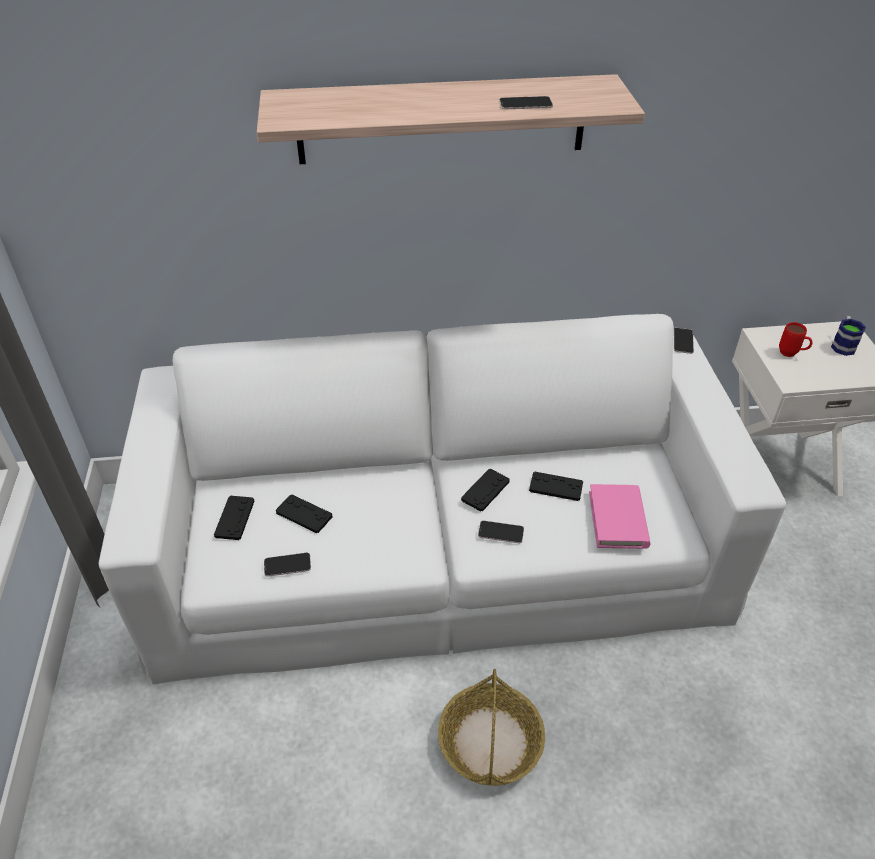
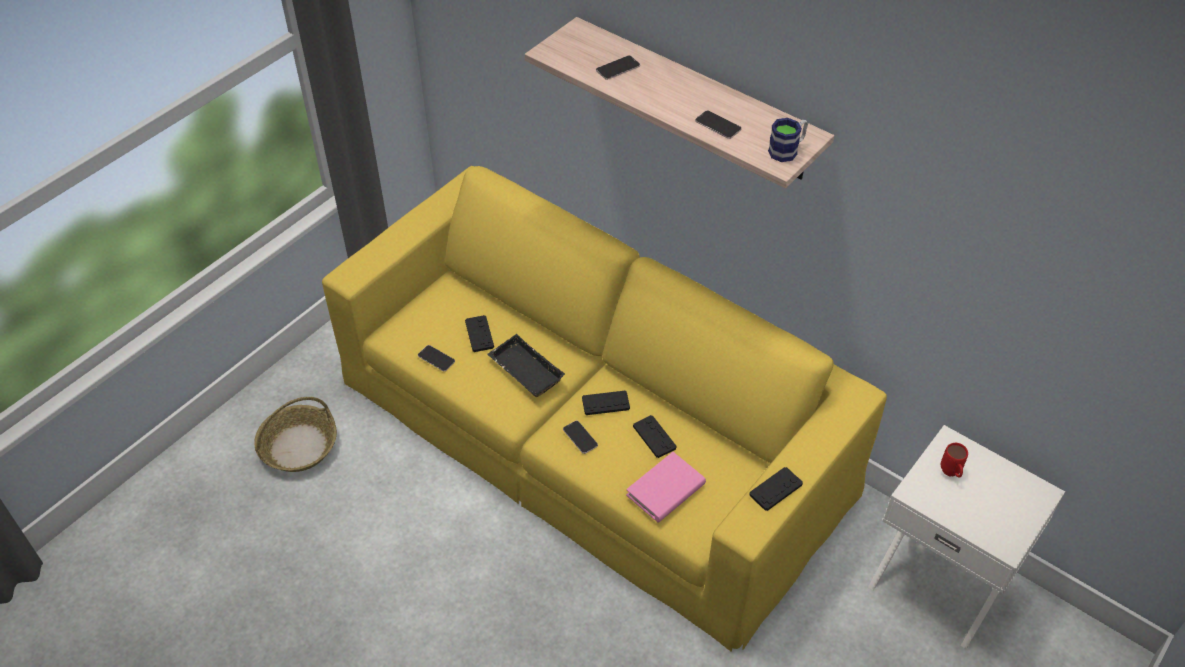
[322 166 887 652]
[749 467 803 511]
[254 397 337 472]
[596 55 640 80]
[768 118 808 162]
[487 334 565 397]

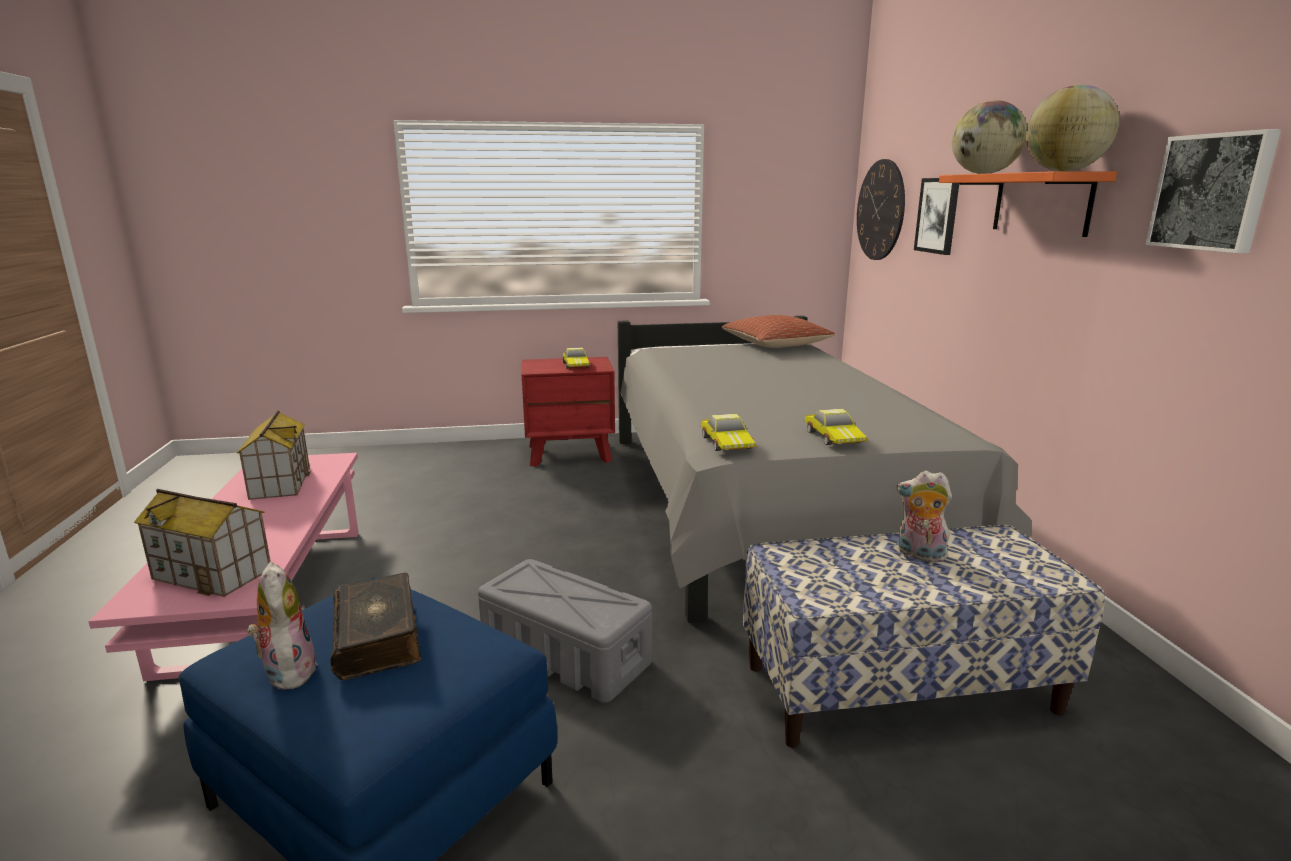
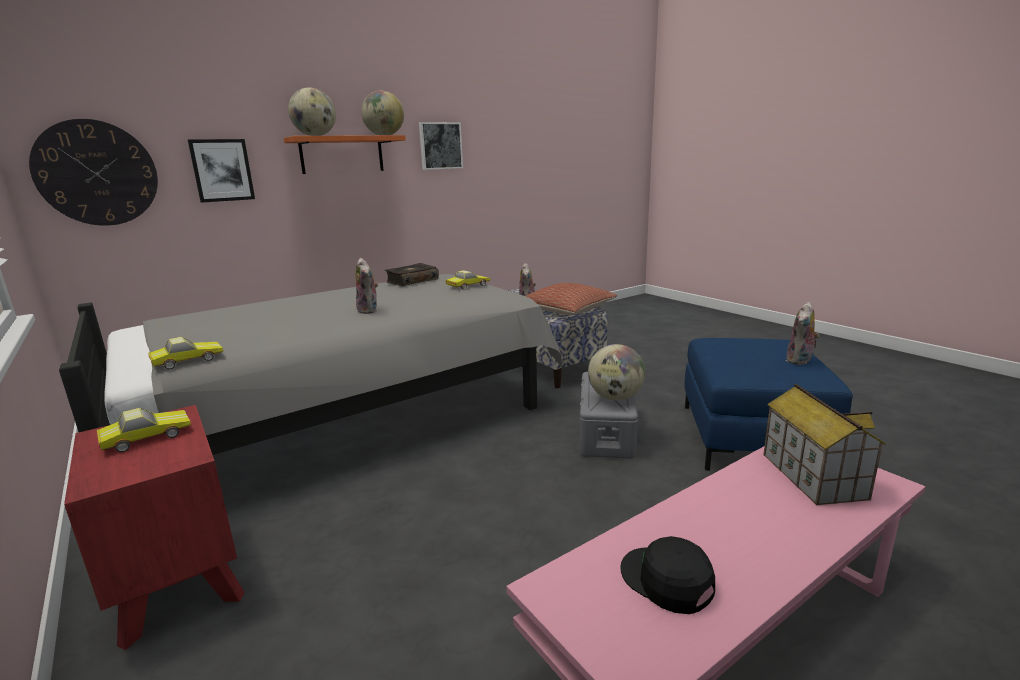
[620 536 715 614]
[385 263 439 286]
[148 337 223 369]
[526 283 617 315]
[356 258 378 314]
[588 344 645 401]

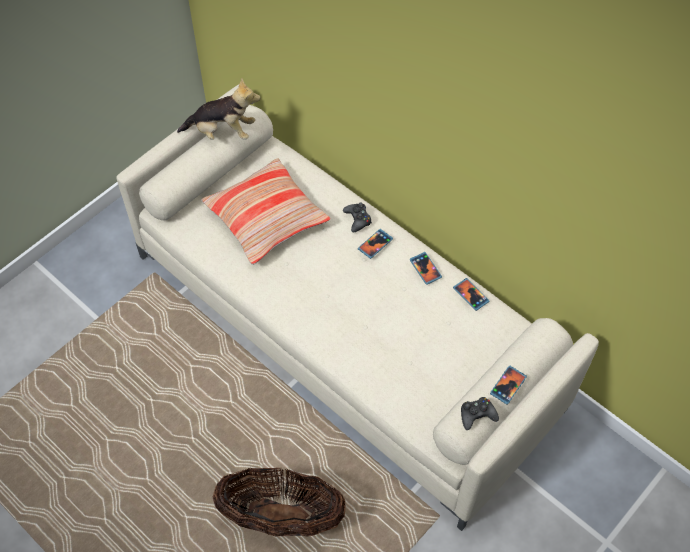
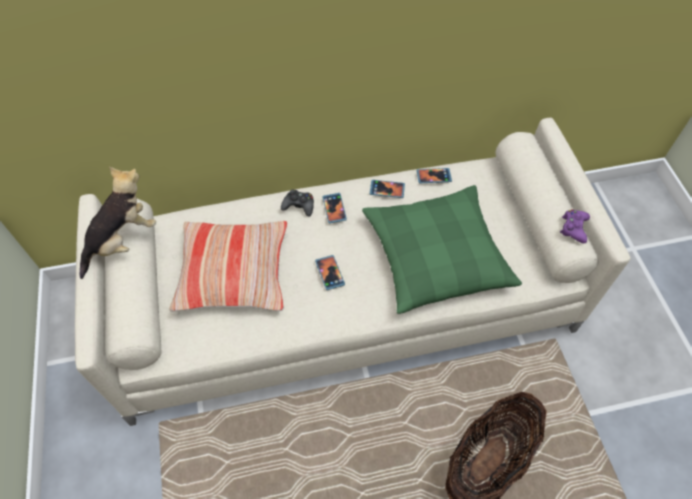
[560 209 590 243]
[315 255 345 290]
[362 185 522 314]

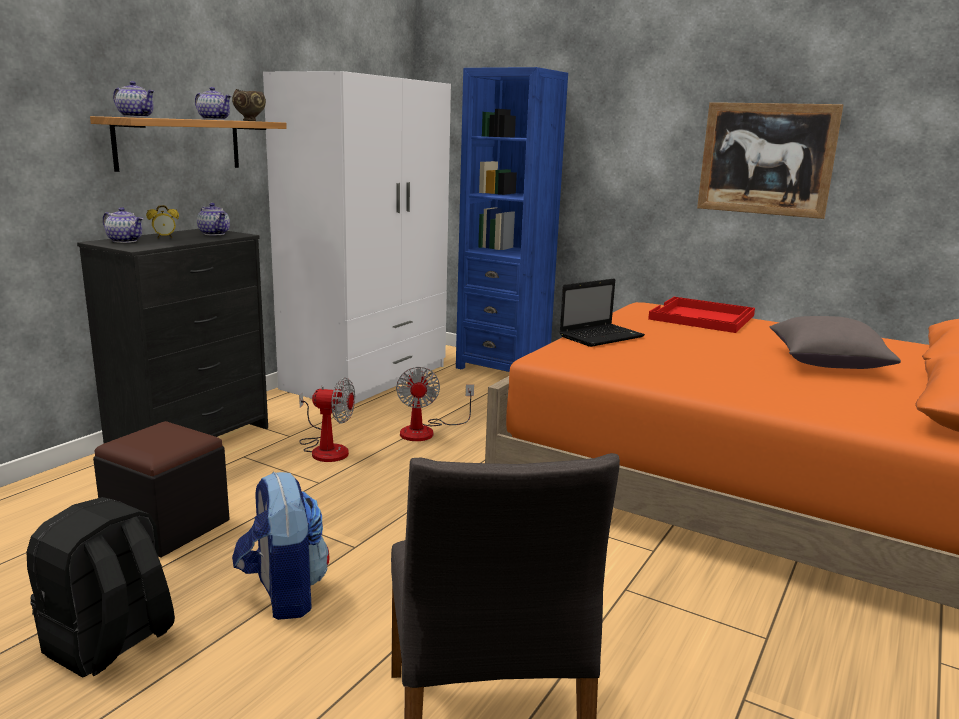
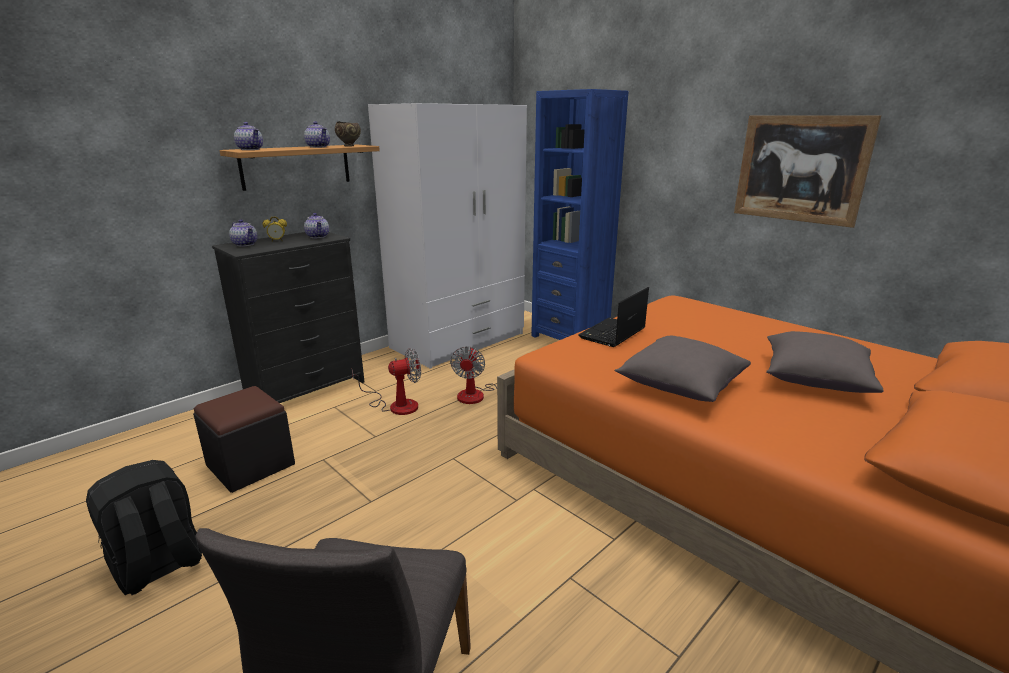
[232 472 329 620] (first image)
[352 348 421 415]
[578 287 649 347]
[648 297 755 333] (first image)
[615 336 751 402]

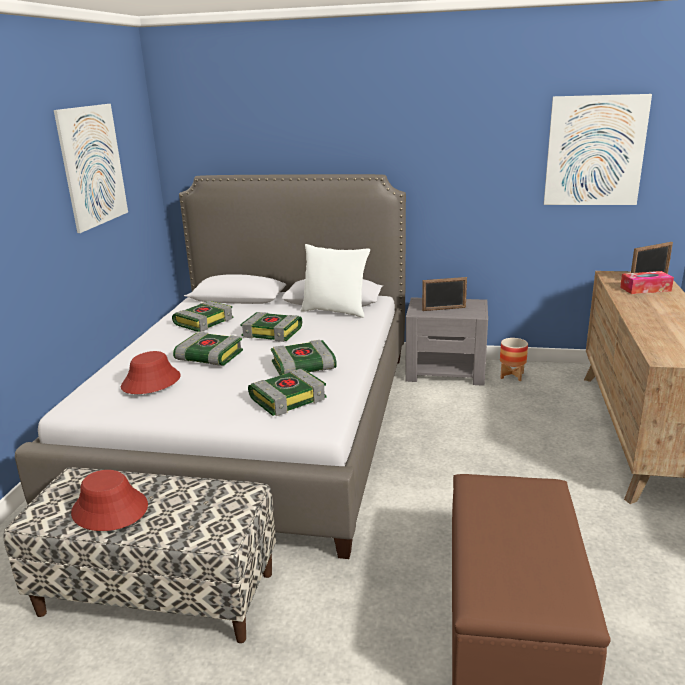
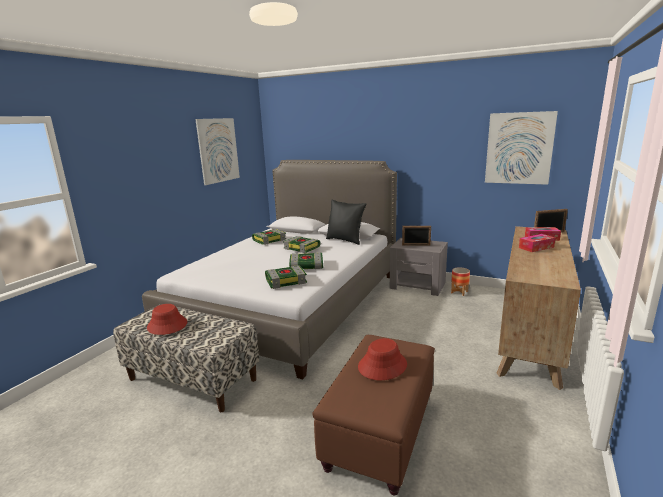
[358 338 407 380]
[173 332 243 366] (first image)
[326 200 366 245]
[519 234 555 252]

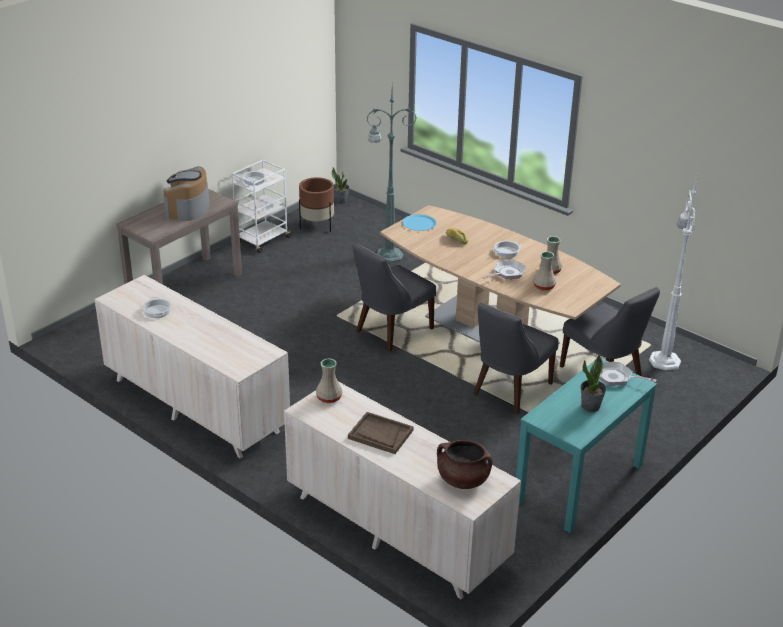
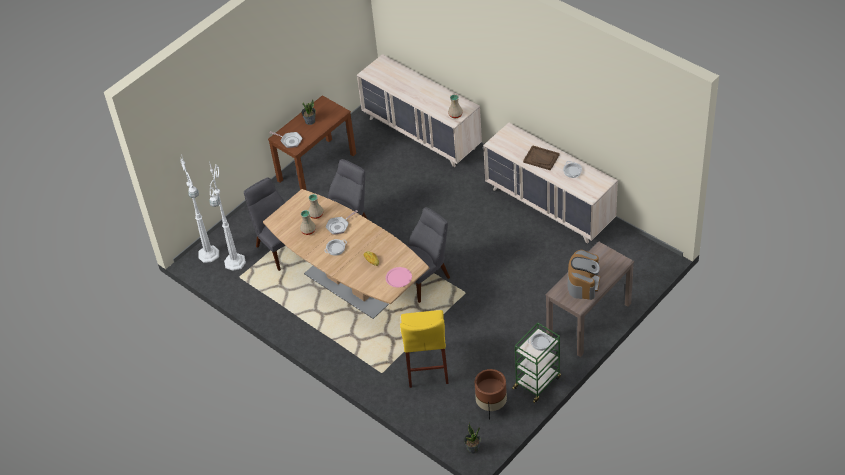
[512 323 561 403]
[523 145 560 171]
[400 310 449 388]
[386 267 412 287]
[437 440 492 489] (first image)
[268 95 356 190]
[180 154 219 263]

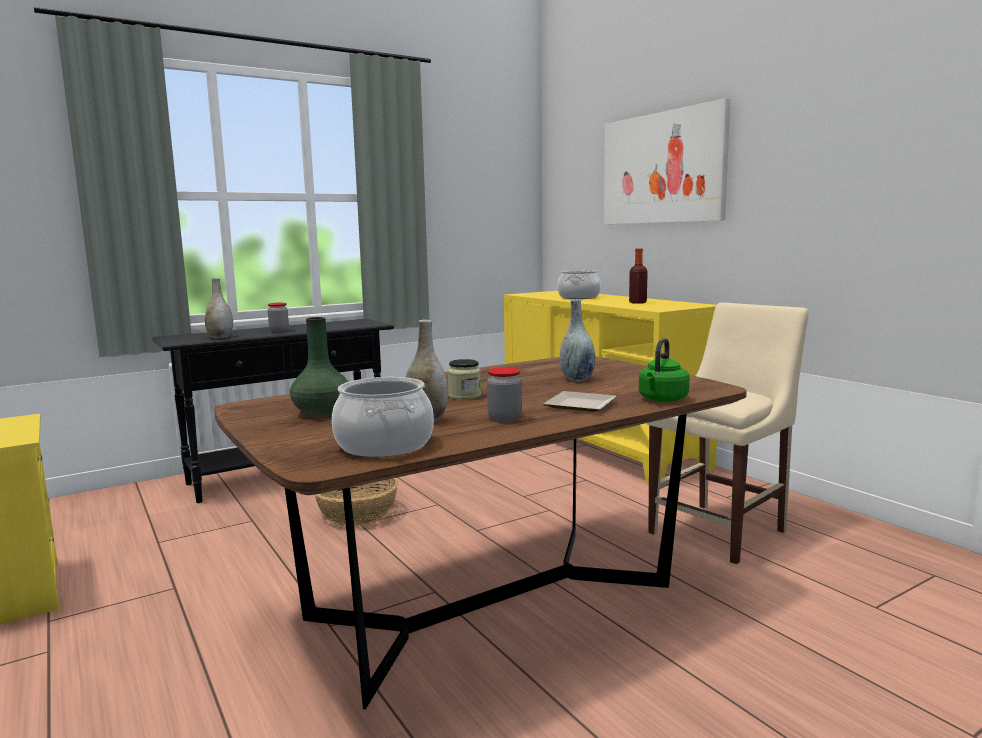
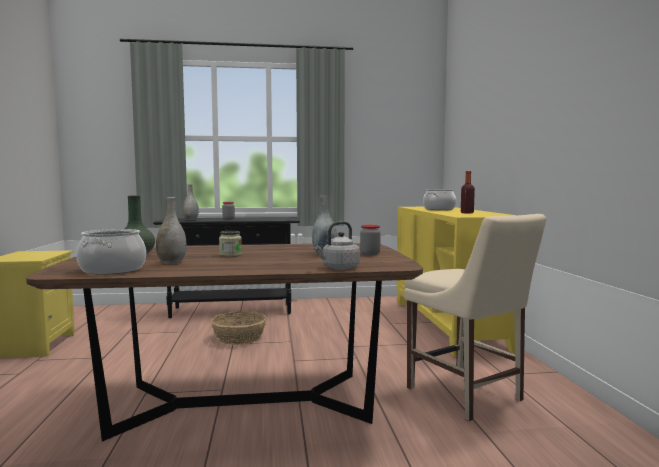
[360 225 381 255]
[543 391 617 412] (first image)
[604 98 731 224] (first image)
[314 221 360 270]
[404 214 546 421]

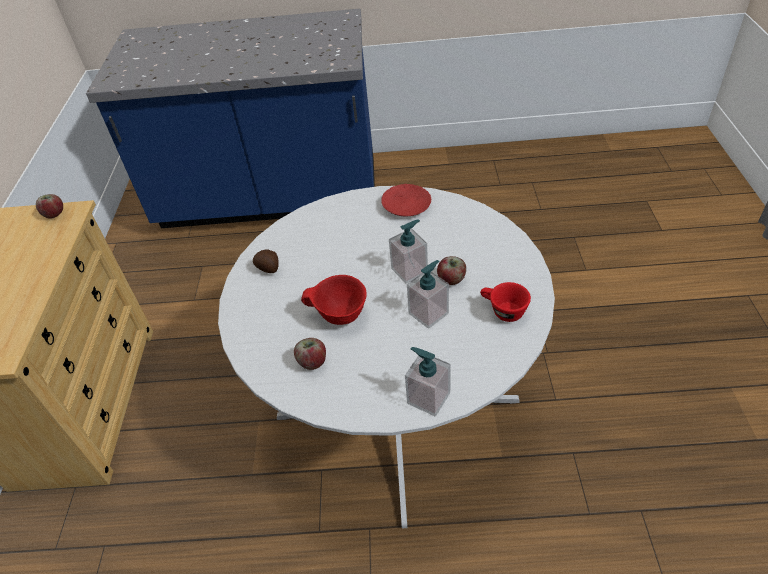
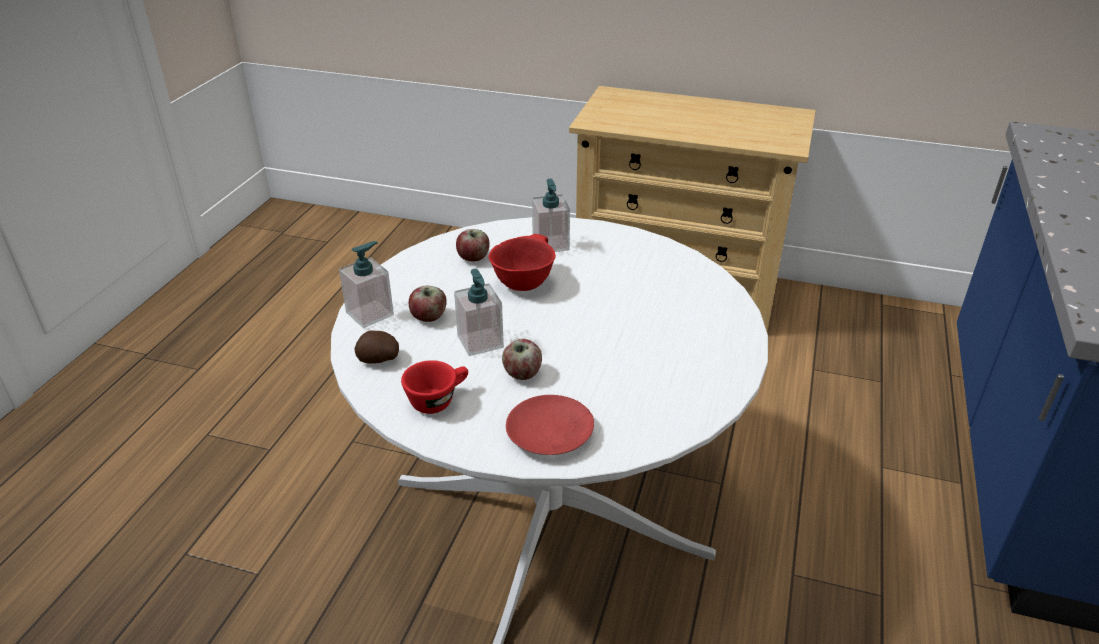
[409 286 447 322]
[354 330 399 363]
[506 395 594 455]
[532 179 570 252]

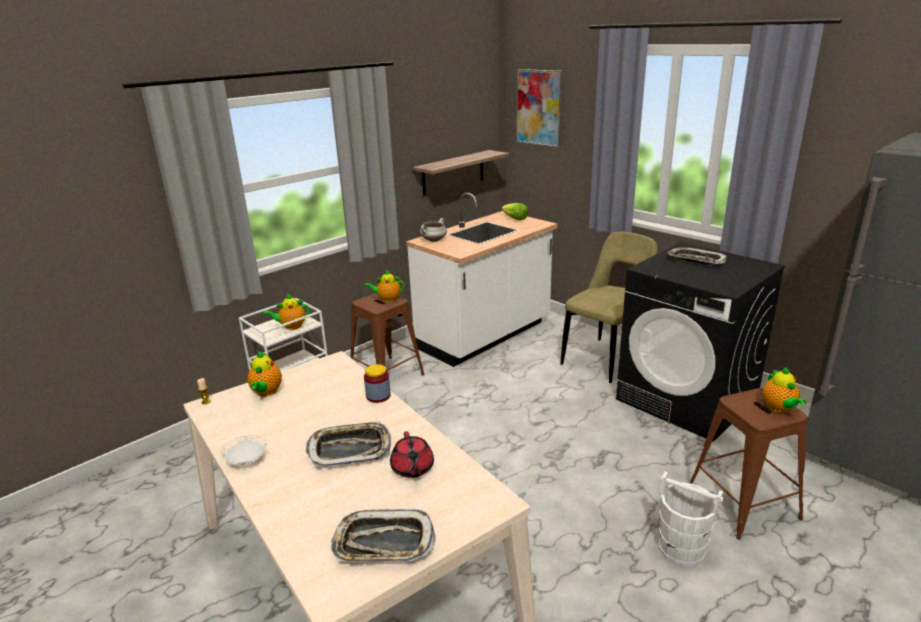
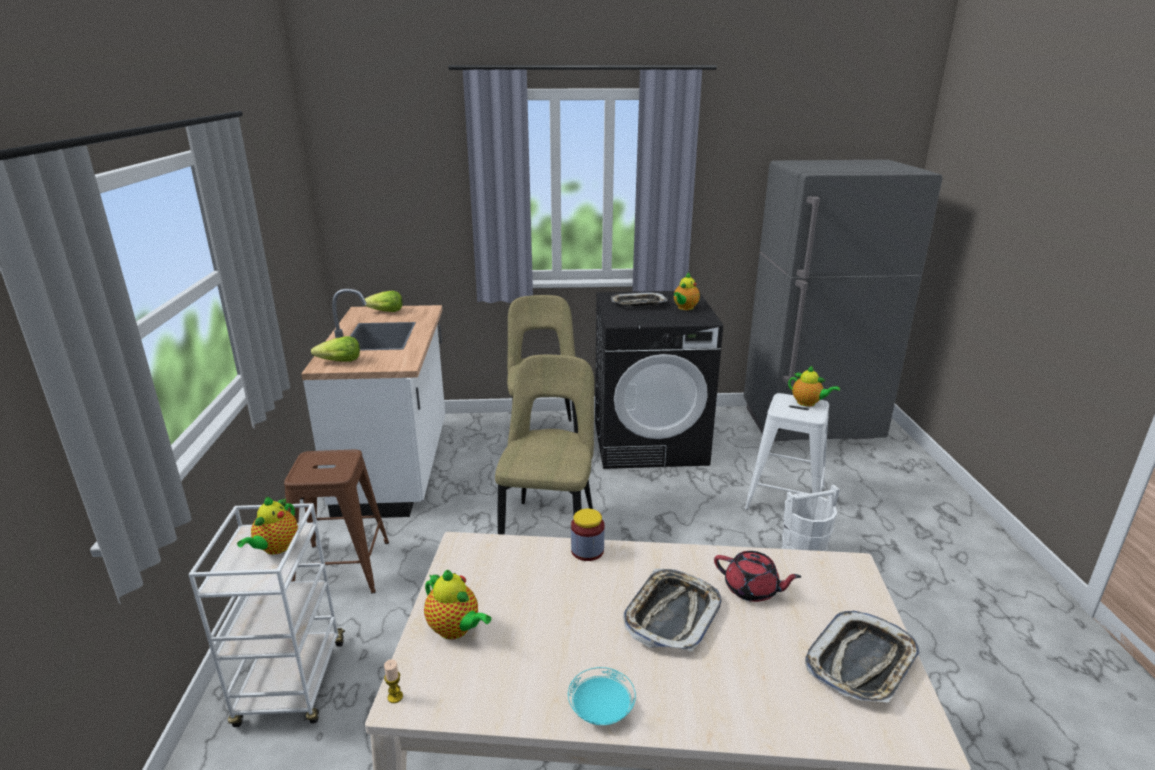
[568 667 636 725]
[674 273 700 310]
[413 150 509 196] (first image)
[311 336 360 362]
[516 69 563 148] (first image)
[745 393 829 510]
[495 355 594 535]

